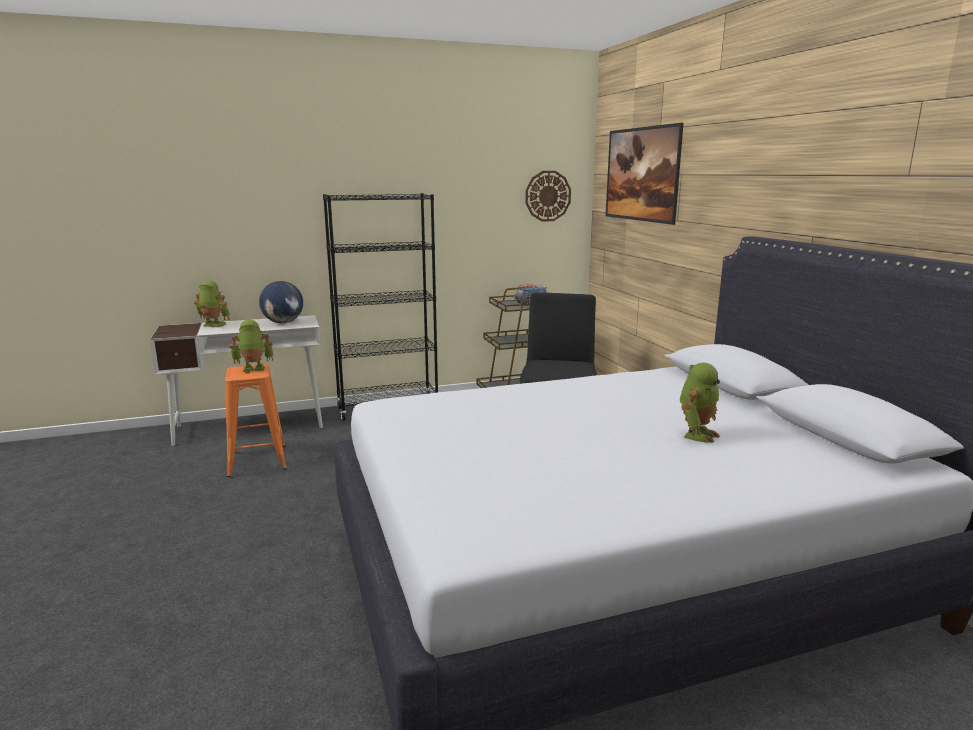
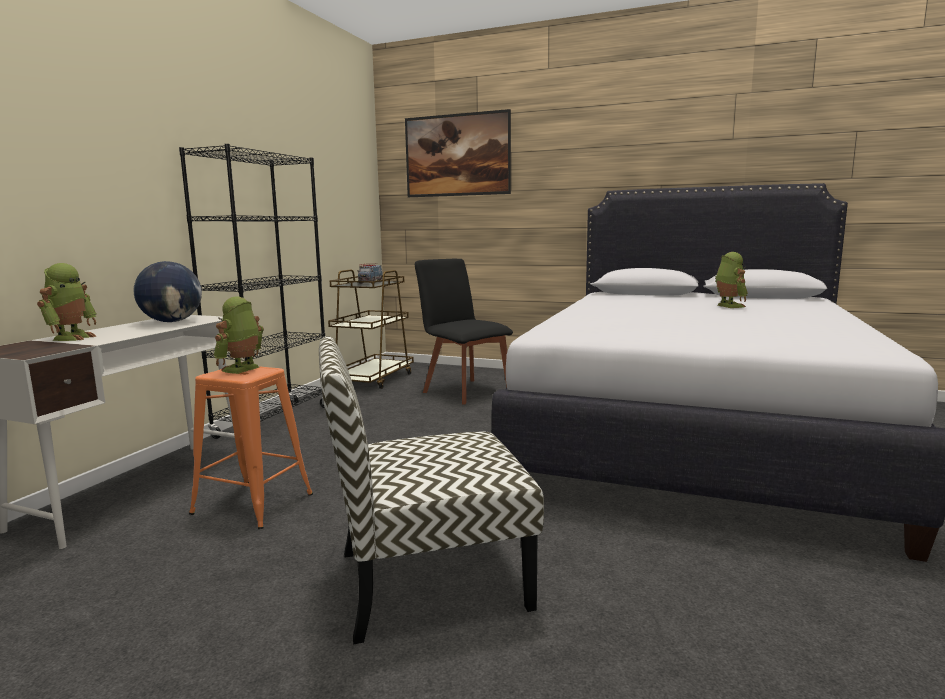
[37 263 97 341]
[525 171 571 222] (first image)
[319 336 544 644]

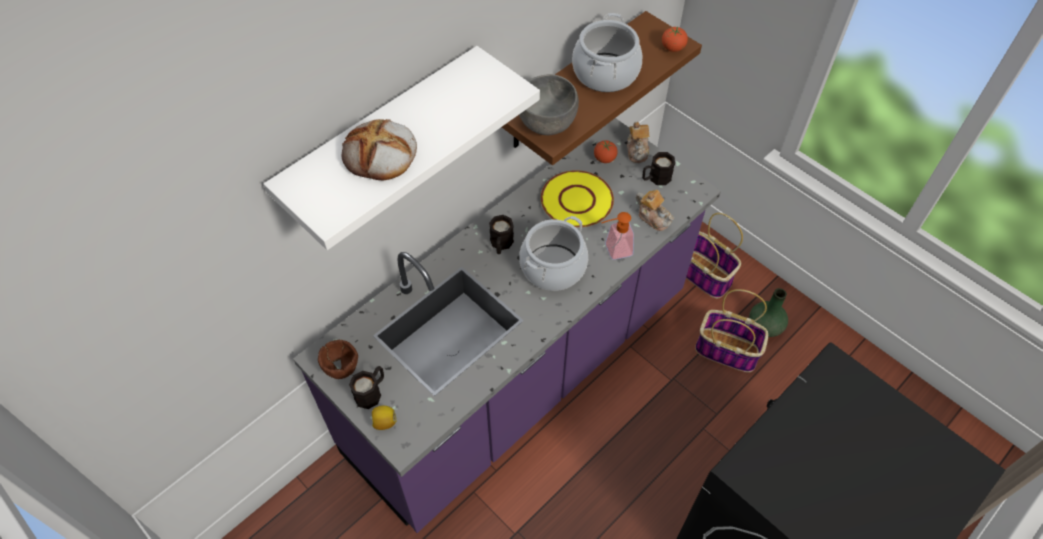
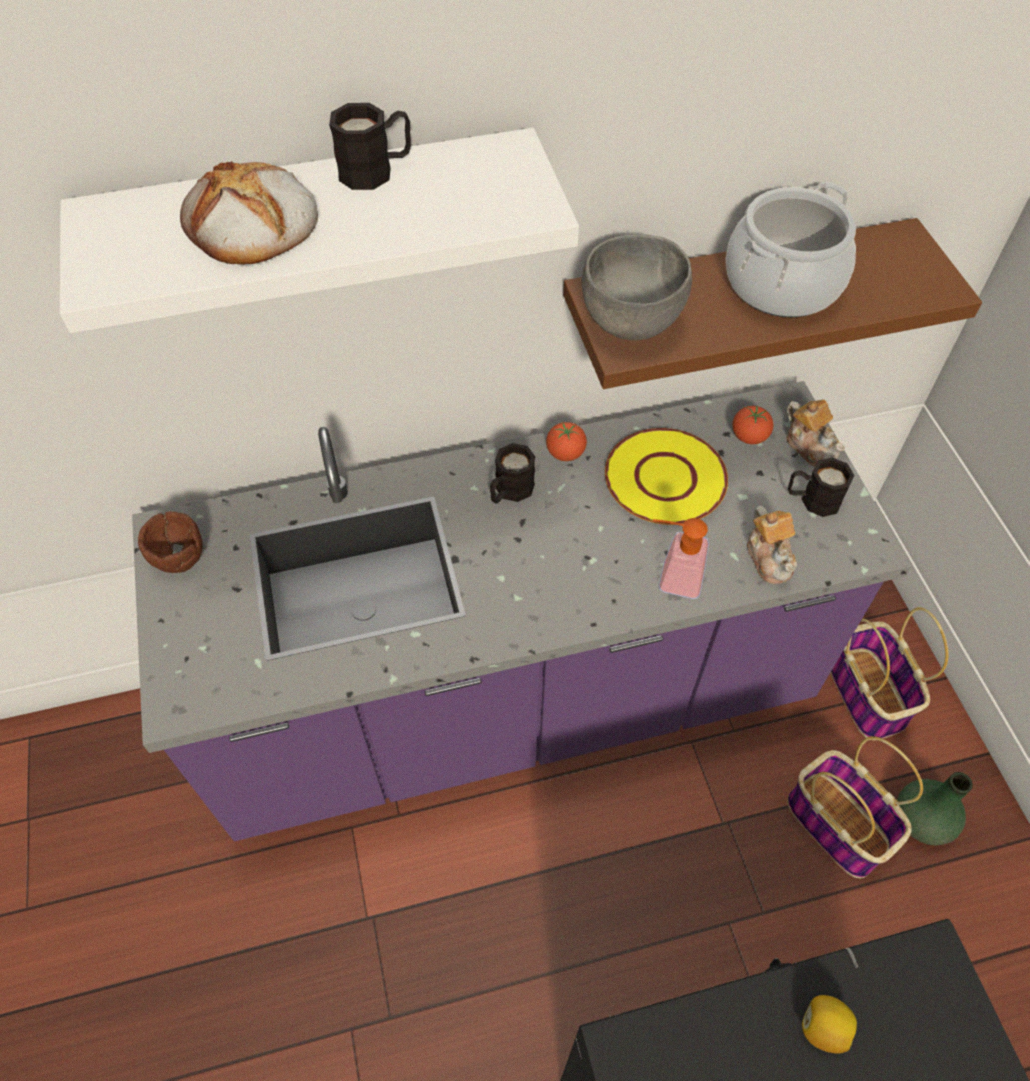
[329 103 411 190]
[802 995 857 1053]
[519 216 588 291] (first image)
[787 399 845 467]
[546 422 587 461]

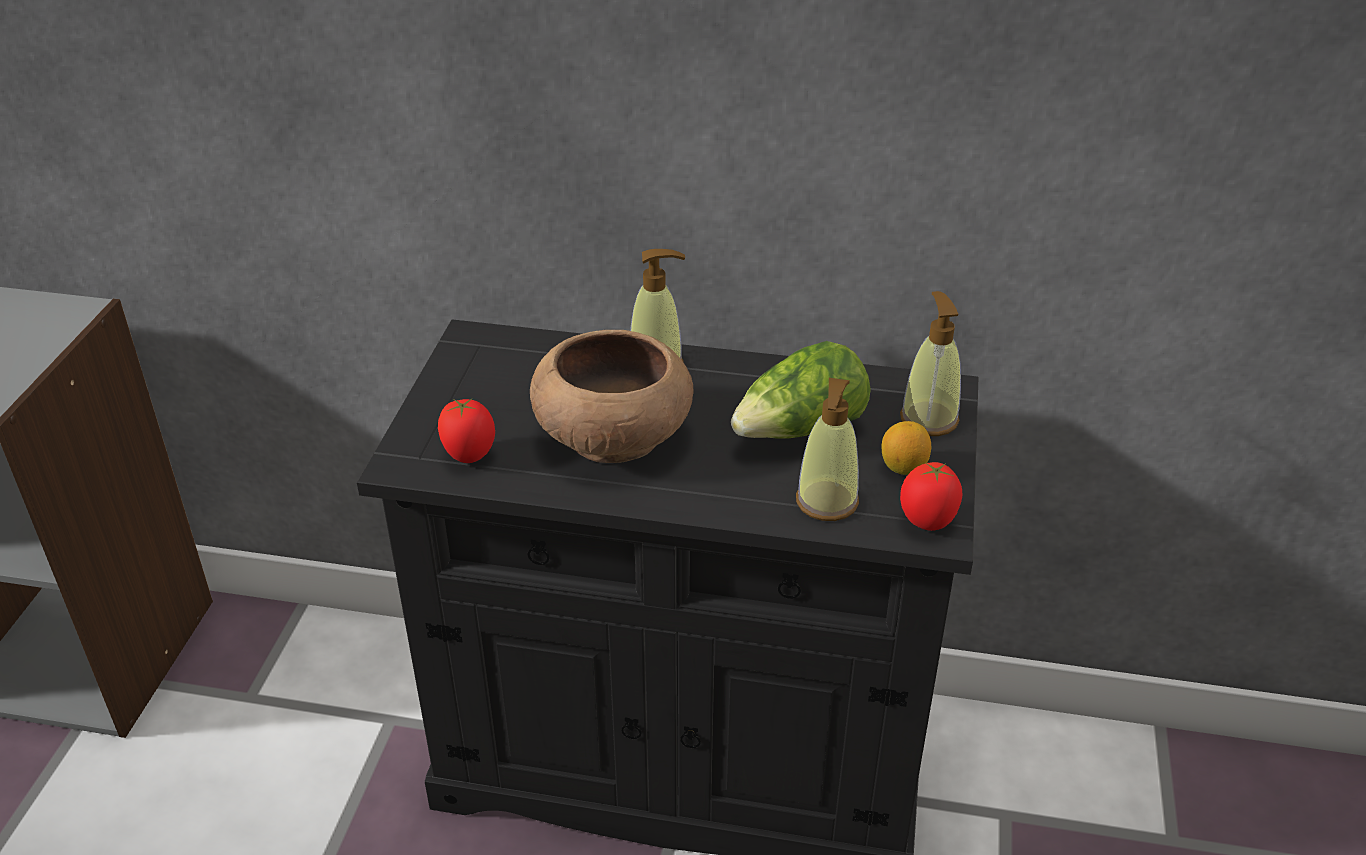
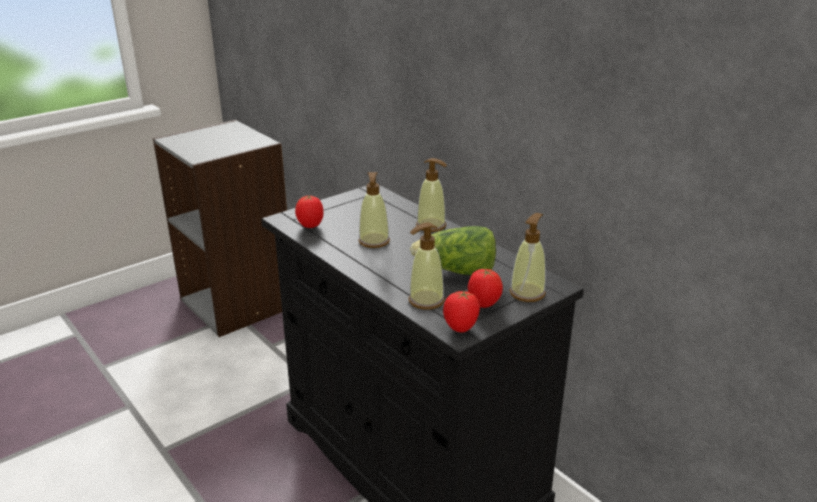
[358 172 390 248]
[468 269 503 308]

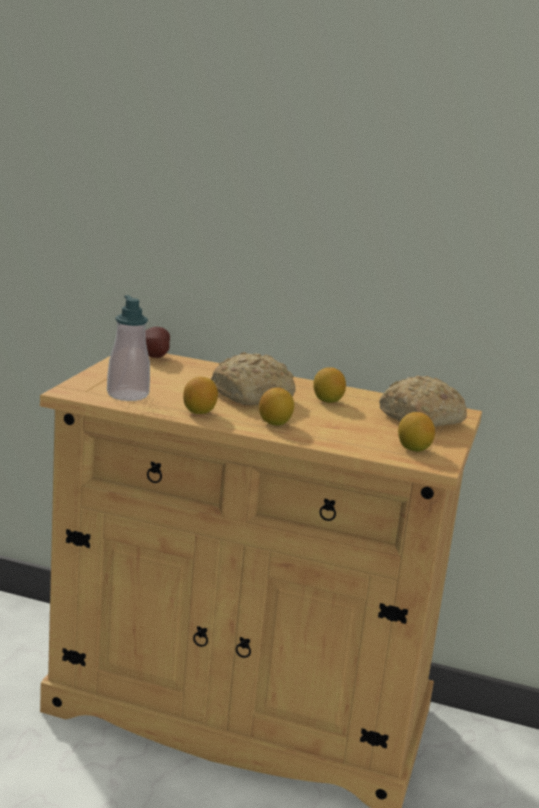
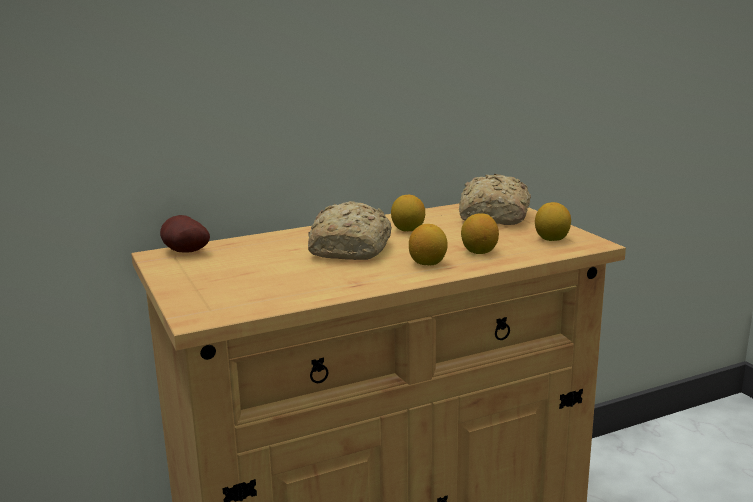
[107 295 150 401] (first image)
[461 213 499 254]

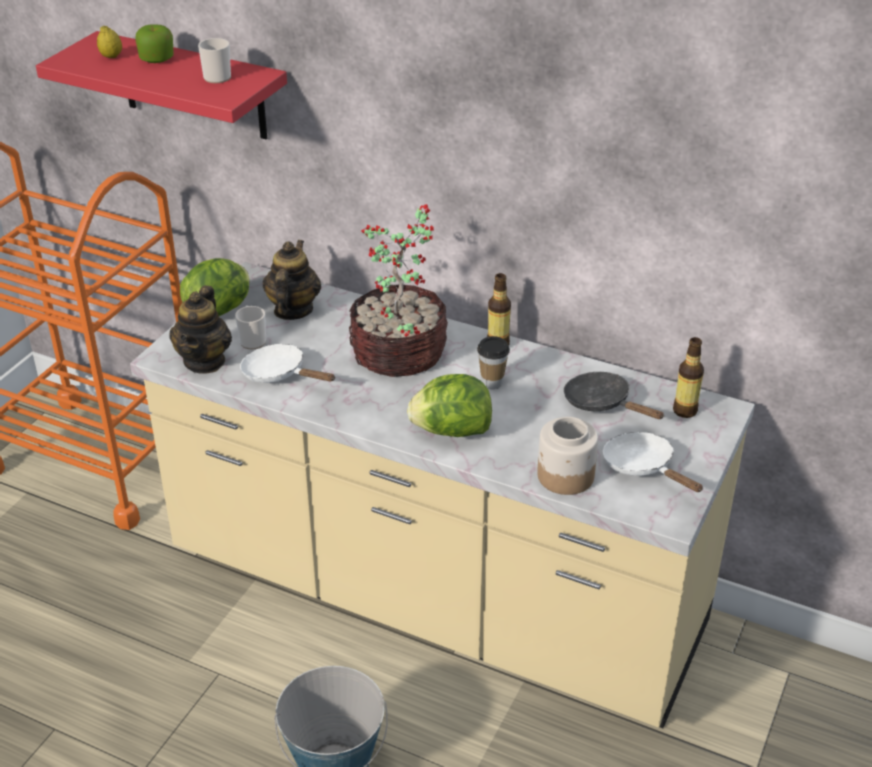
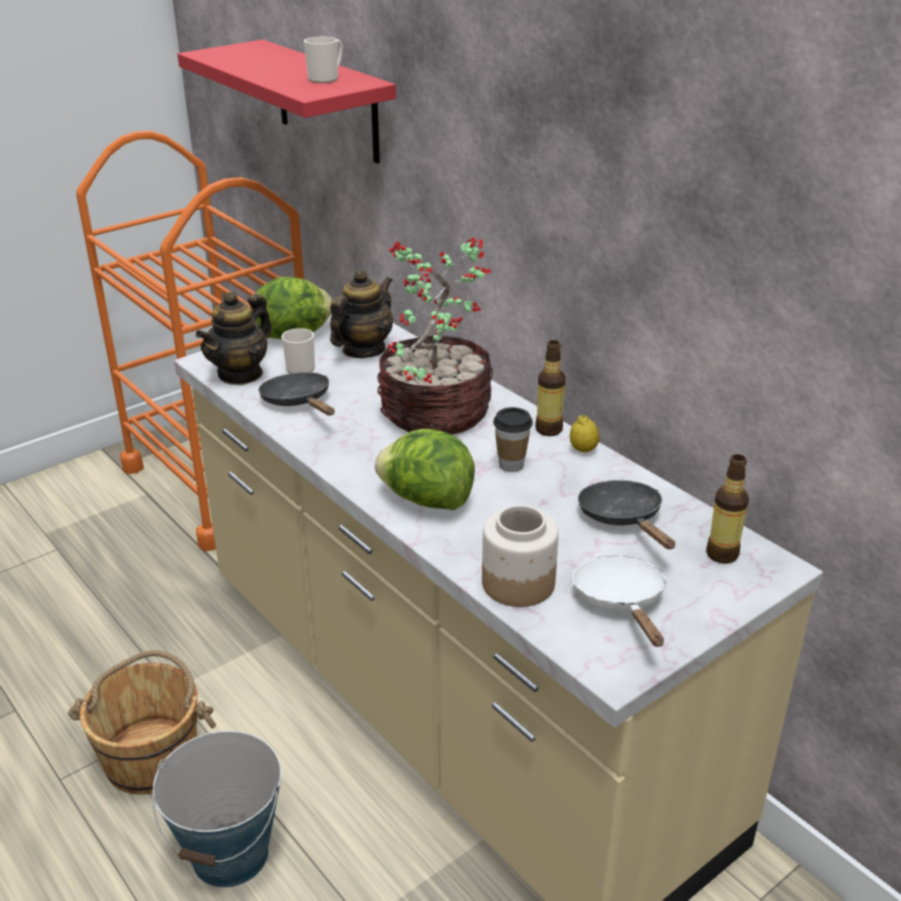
[570 415 599 452]
[136 25 174 63] (first image)
[258 372 335 416]
[68 650 216 795]

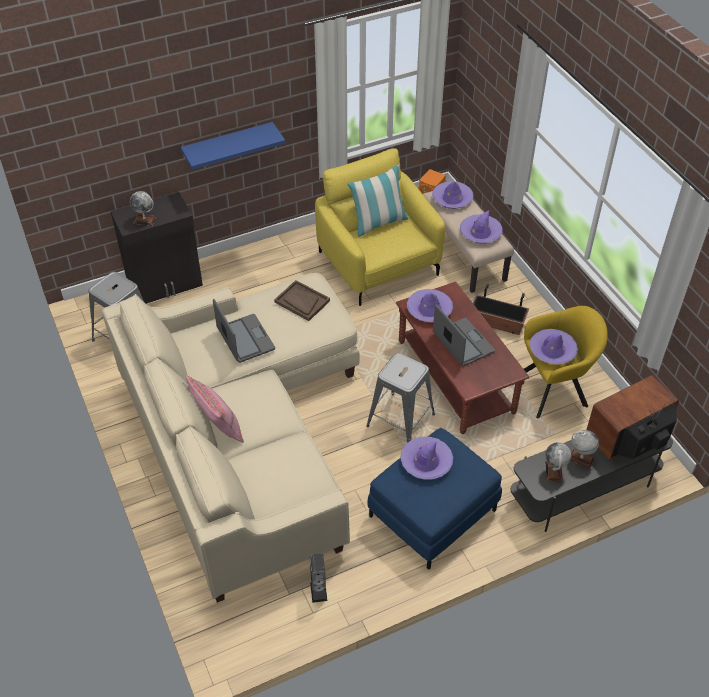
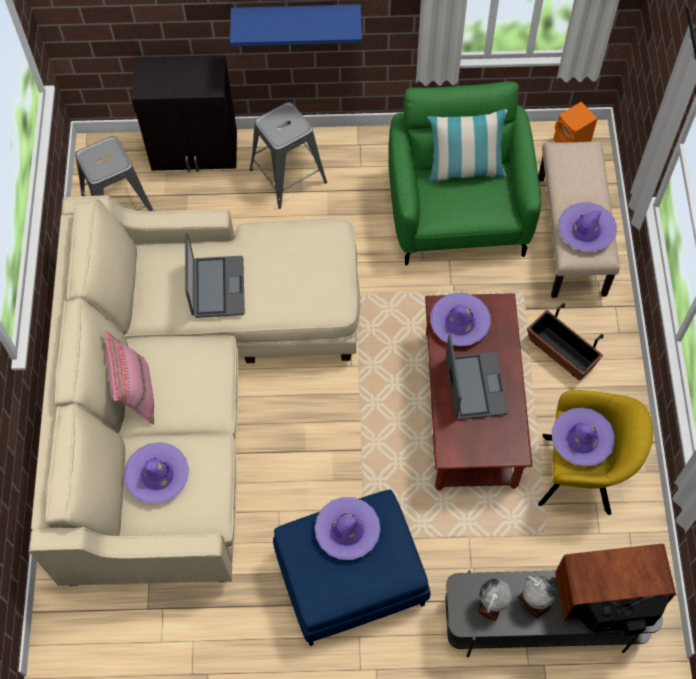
[130 191 156 226] (first image)
[274 280 330 321] (first image)
[310 554 327 603] (first image)
[389 81 541 266]
[250 102 327 209]
[124 442 189 504]

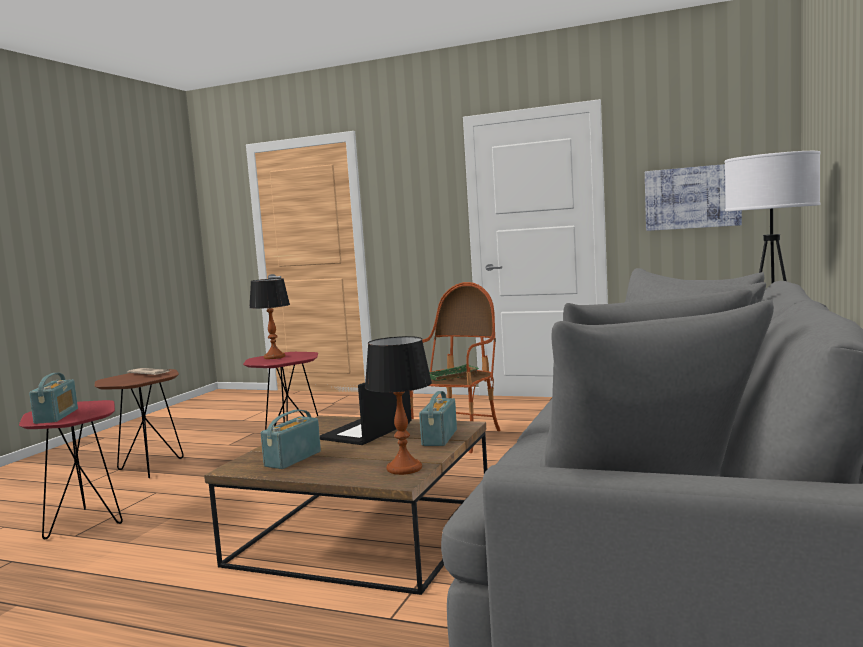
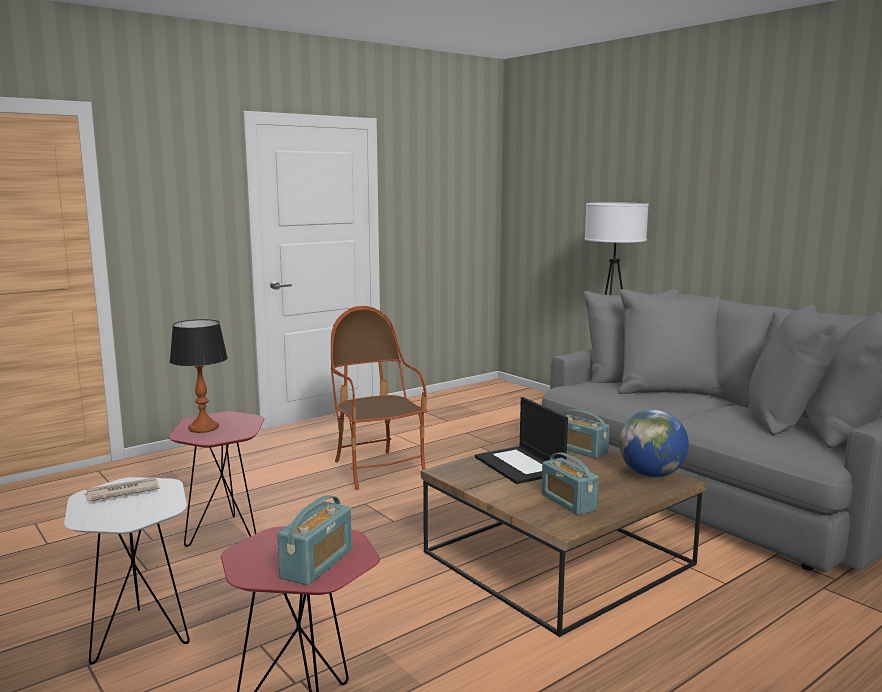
[277 495 352 585]
[64 477 190 665]
[619 410 689 477]
[429 364 479 381] (first image)
[645 164 742 231] (first image)

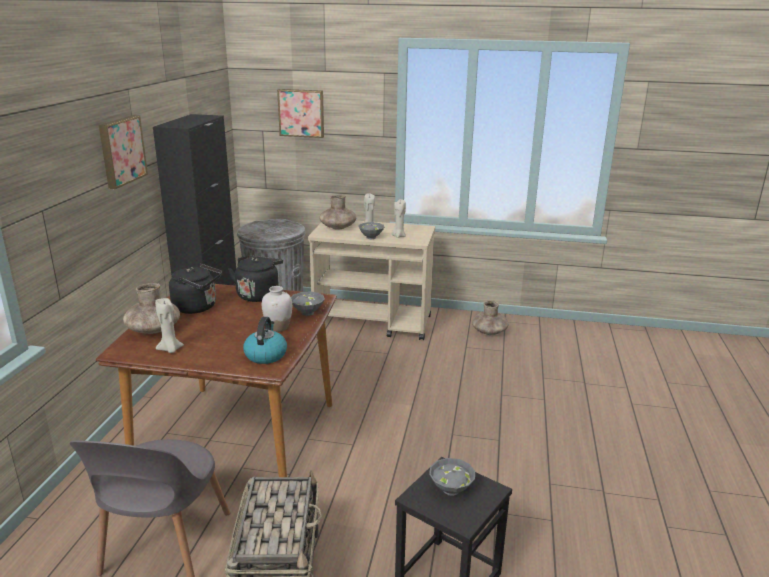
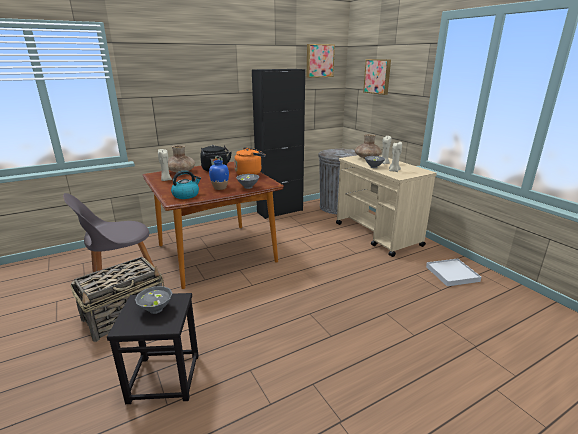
[307 44 335 78]
[234 147 266 175]
[209 160 229 190]
[426 258 481 286]

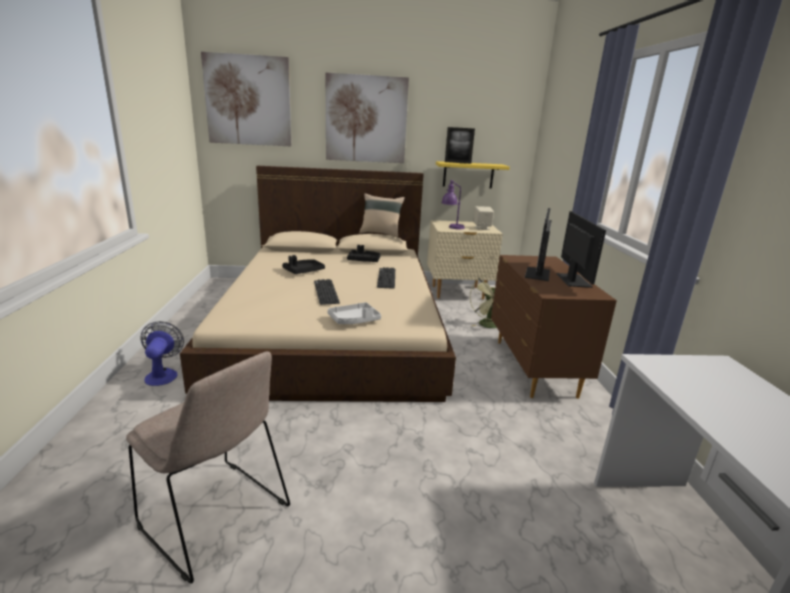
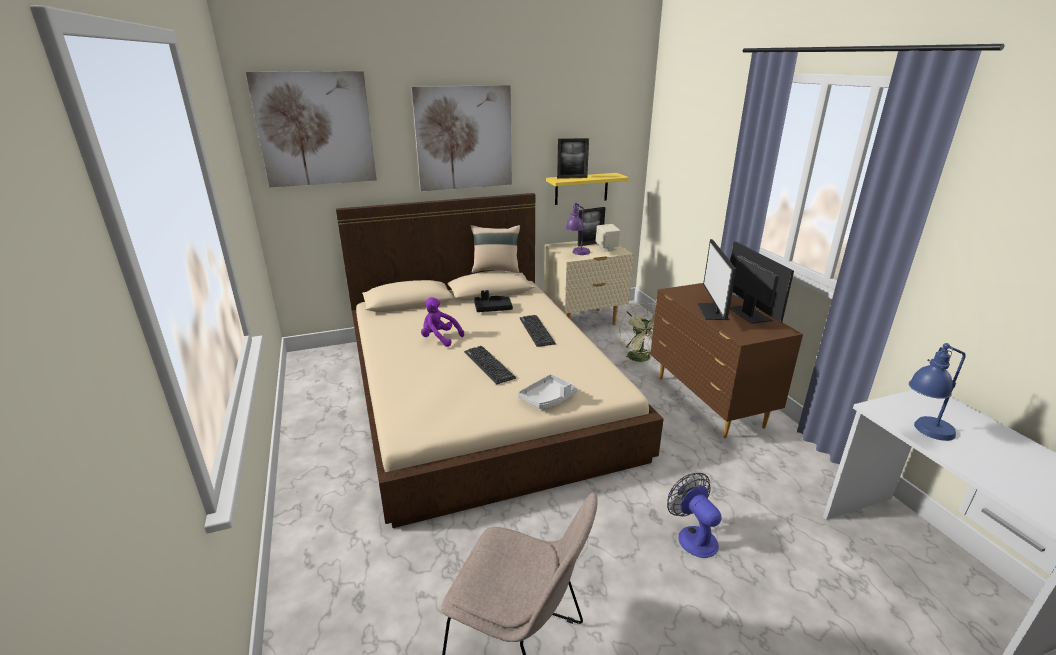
[667 473 722 558]
[421 297 464 347]
[578 207 605 246]
[909 343 966 441]

